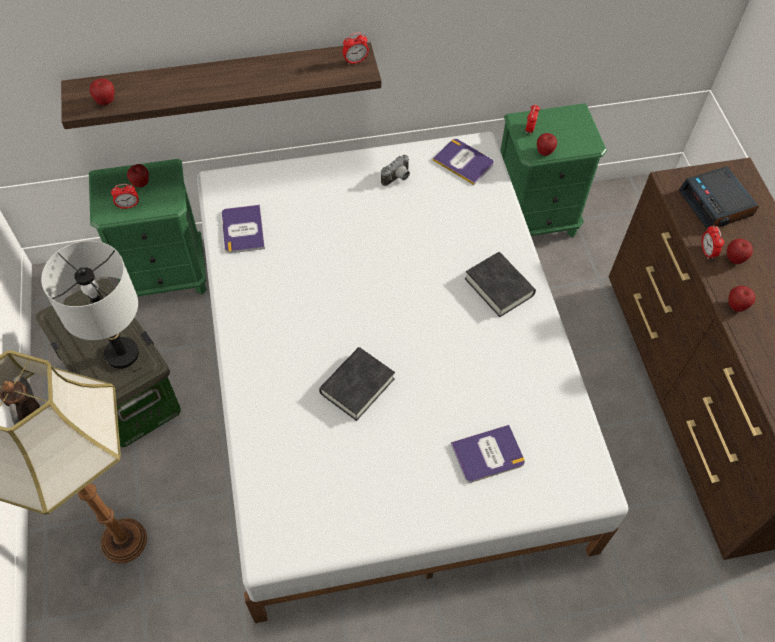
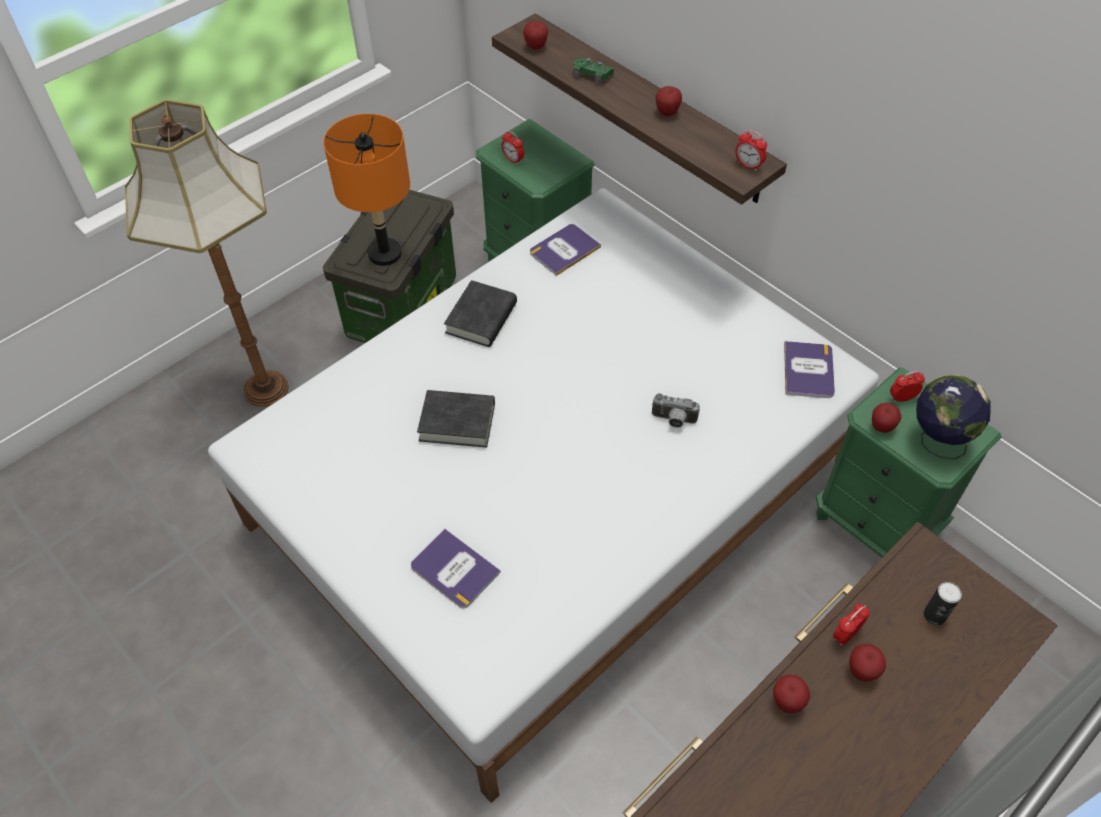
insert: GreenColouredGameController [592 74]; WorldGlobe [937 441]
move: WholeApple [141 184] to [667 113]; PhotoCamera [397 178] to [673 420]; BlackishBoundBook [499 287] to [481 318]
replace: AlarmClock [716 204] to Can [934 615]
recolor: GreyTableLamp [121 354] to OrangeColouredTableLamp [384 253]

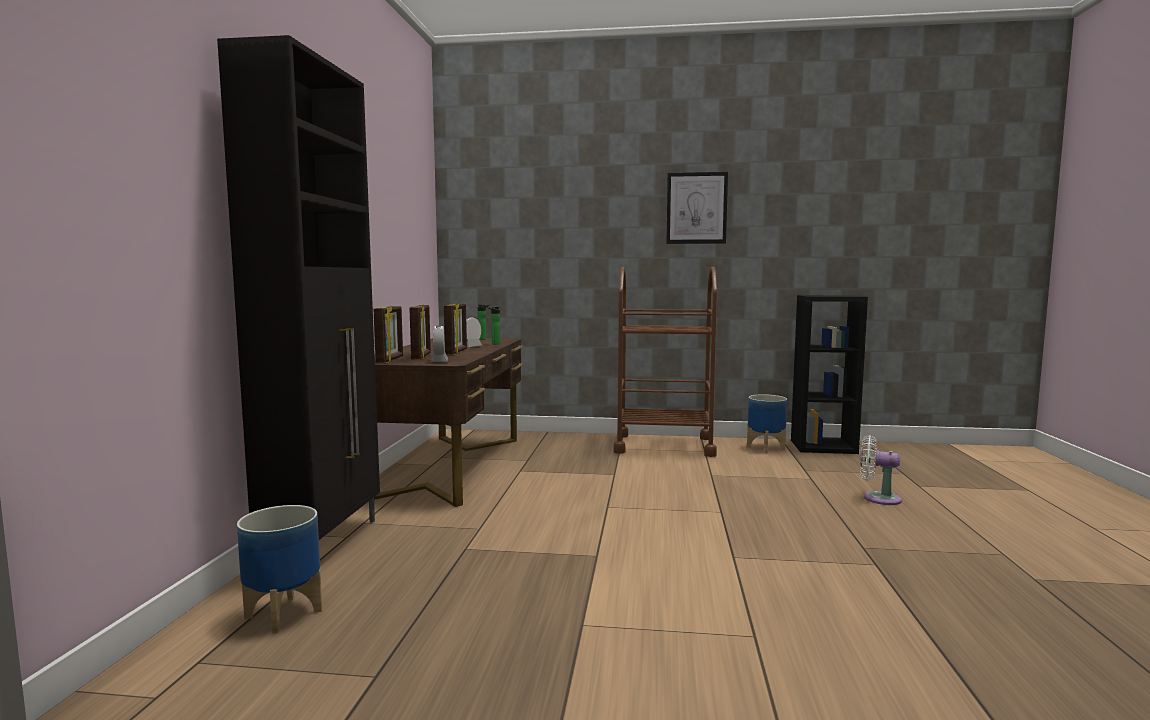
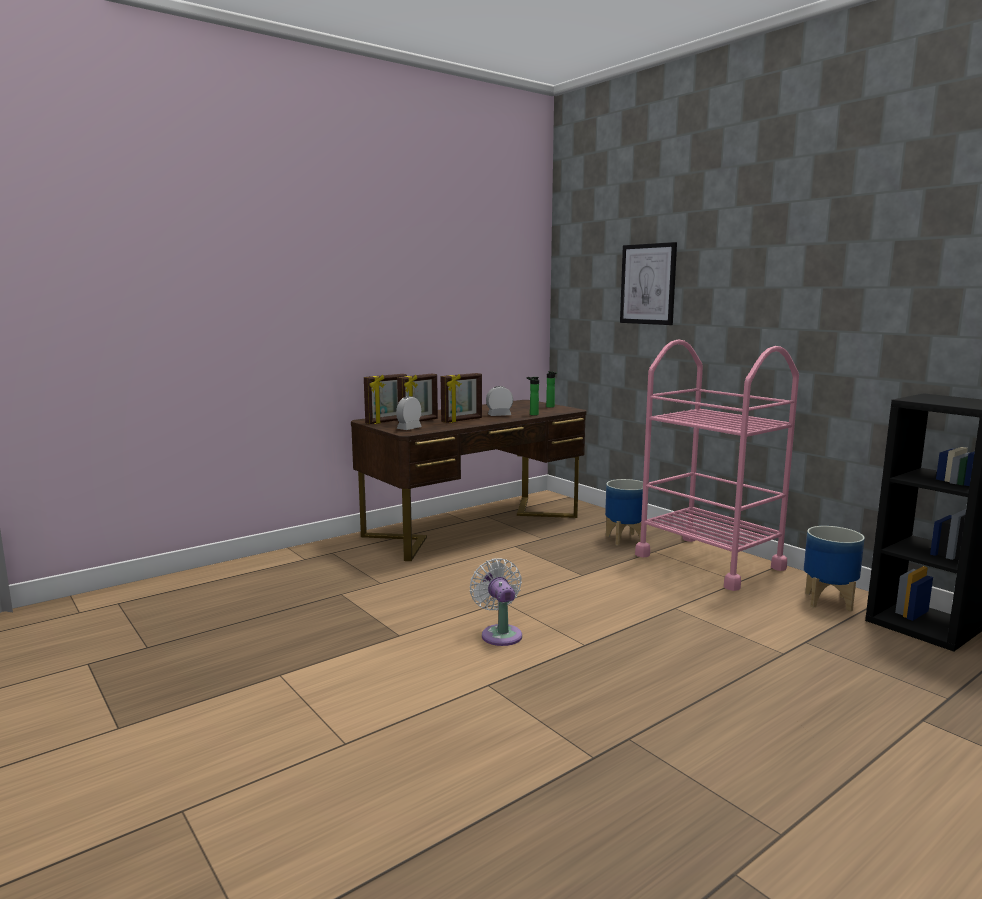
delete: BlackishCabinet [324 542]
move: FlowerPot [284 613] to [625 539]; WallPicture [696 208] to [648 284]; WhiteElectricFan [877 498] to [500 633]
recolor: BrownColouredWheeledCart [664 445] to PinkColouredWheeledCart [709 561]

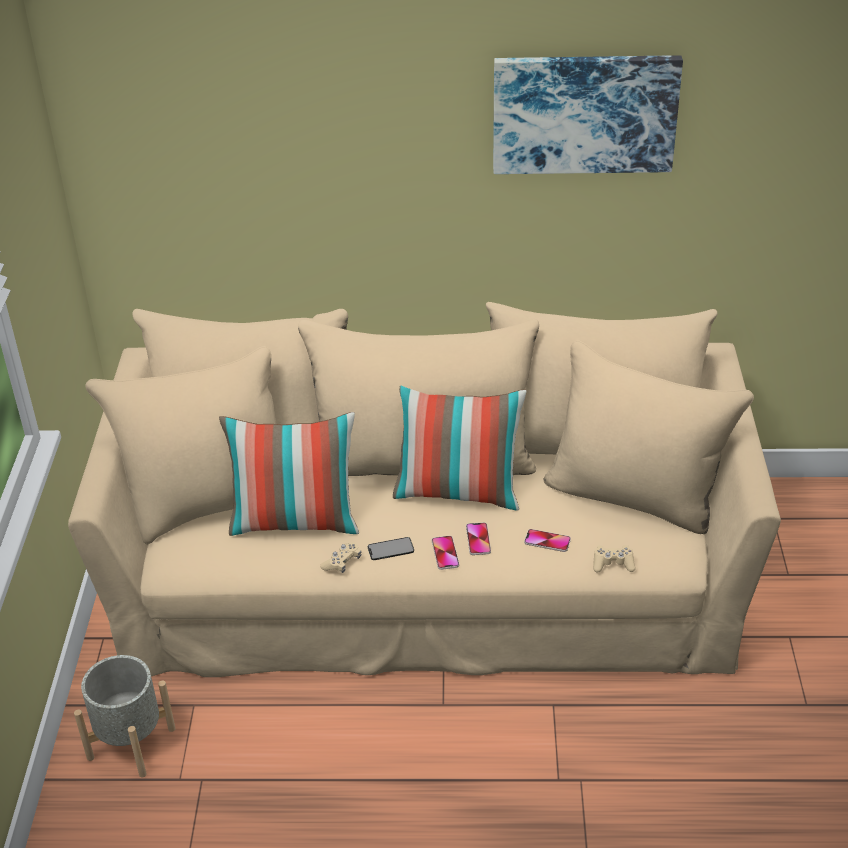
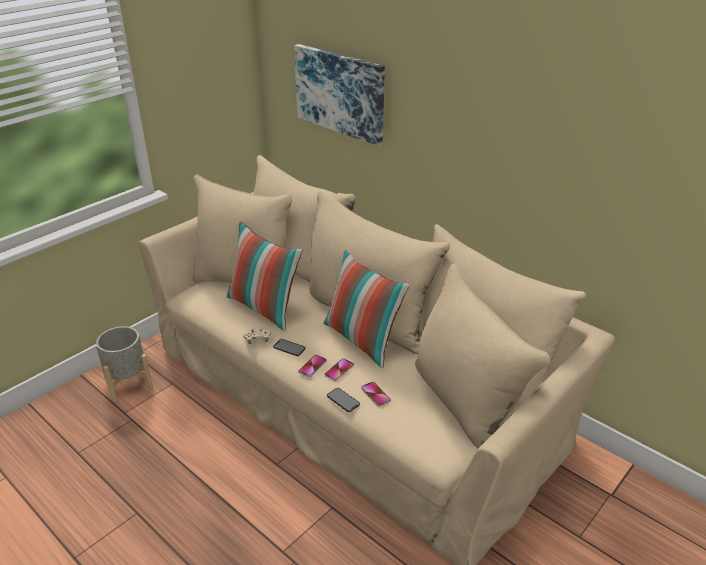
delete: BeigeColouredGameController [613 564]
insert: Handset [343 400]
move: WallPicture [584 113] to [340 92]

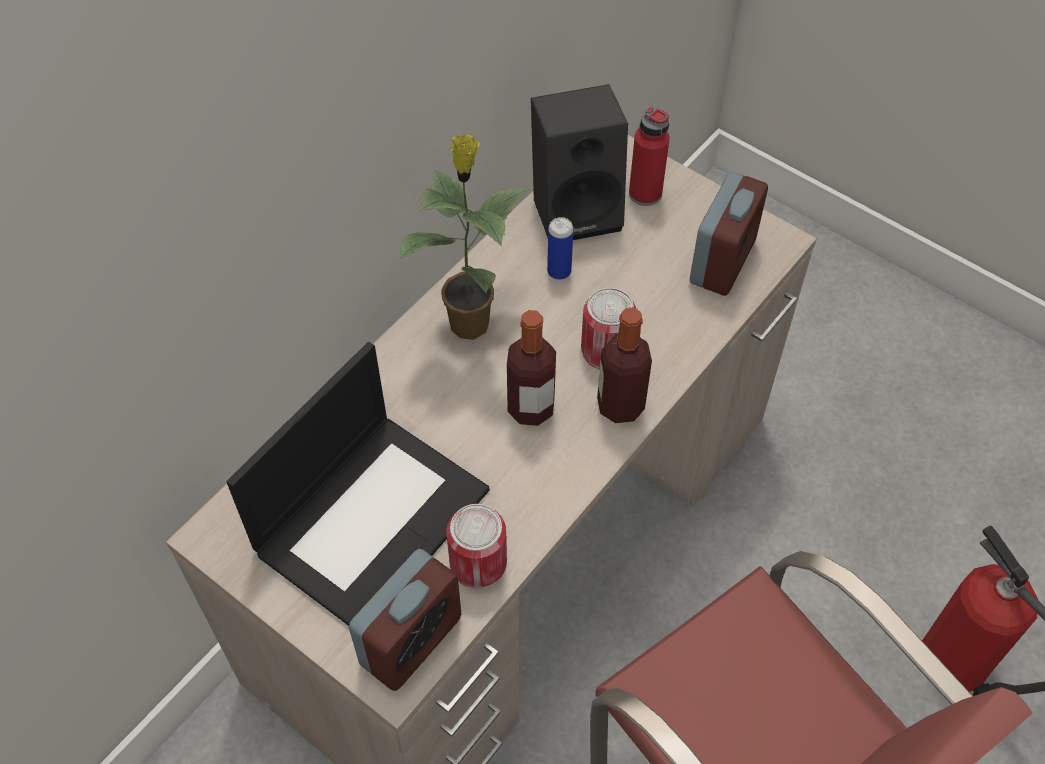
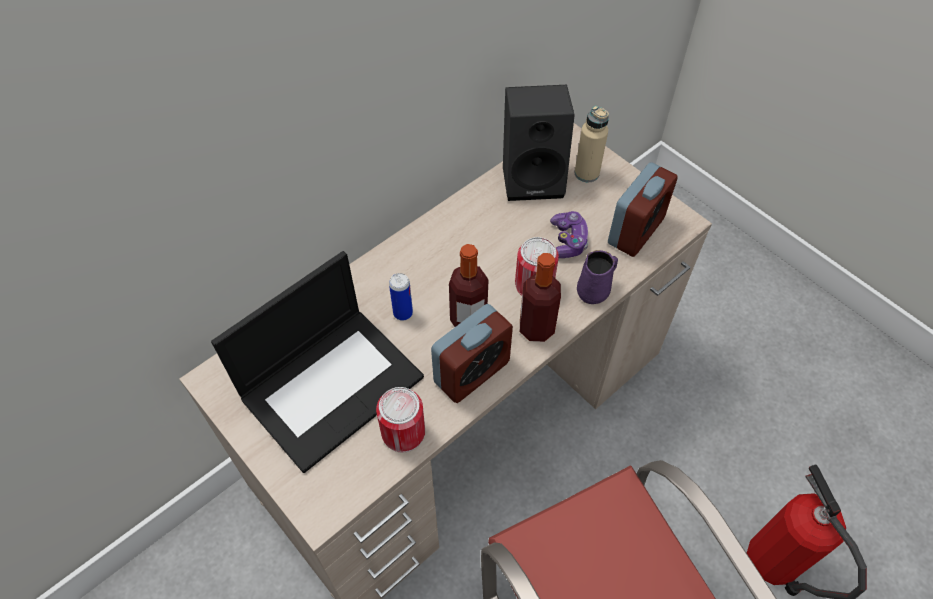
delete: PlantInAPot [470 321]
insert: GameController [568 241]; PurplishCoffeeMug [594 291]
move: AlarmClock [411 641] to [471 372]; Can [559 271] to [403 313]
recolor: ReddishBeverageBottle [645 193] to BeigeColouredBeverageBottle [586 173]

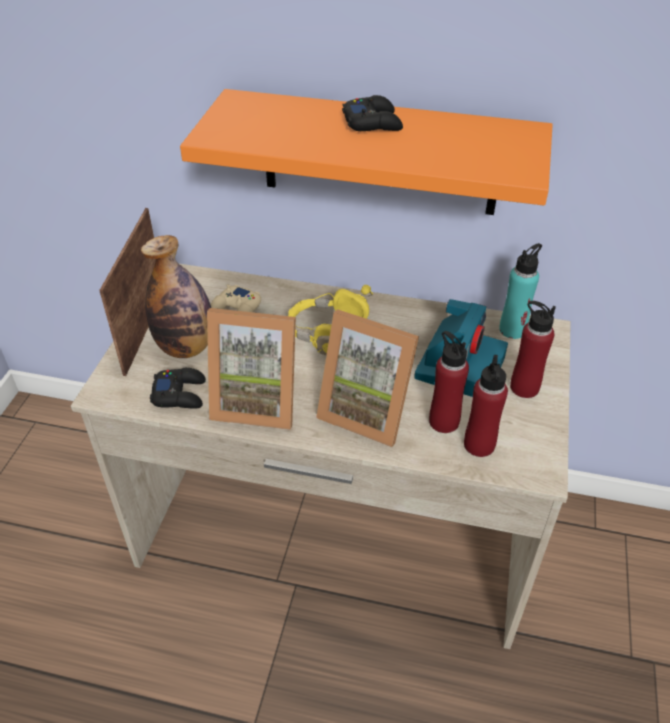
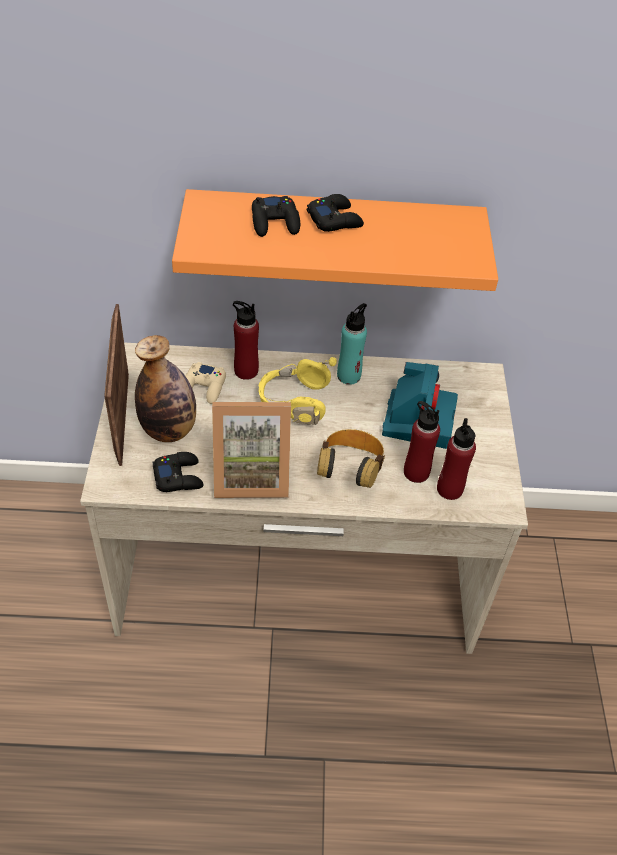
insert: BlackishGameController [275 222]
move: BlueGreenBeverageBottle [512 330] to [349 375]; ReddishBeverageBottle [524 387] to [246 371]
replace: PhotoFrame [368 410] to Headset [349 470]

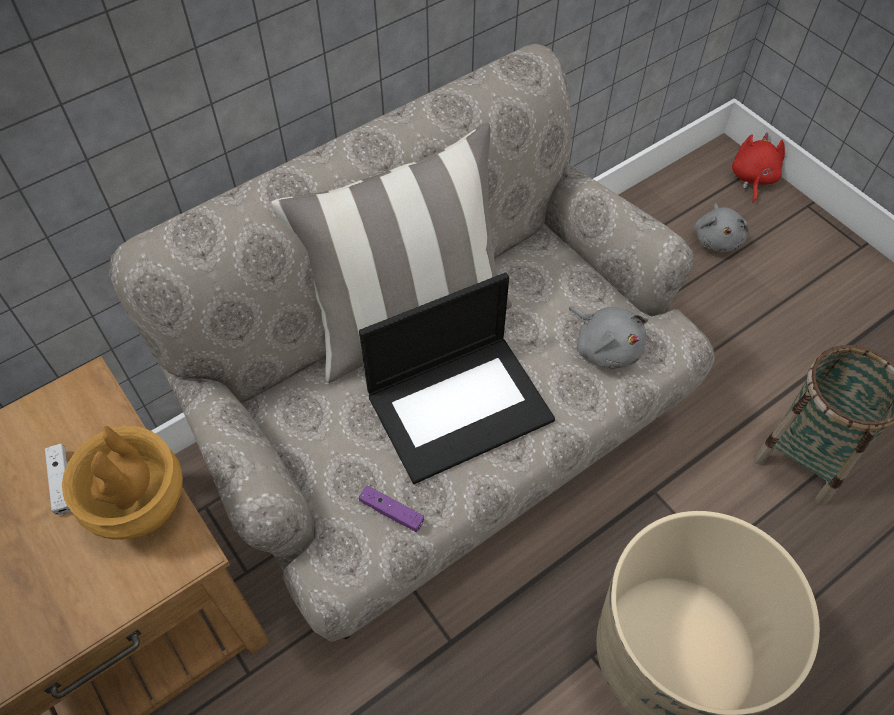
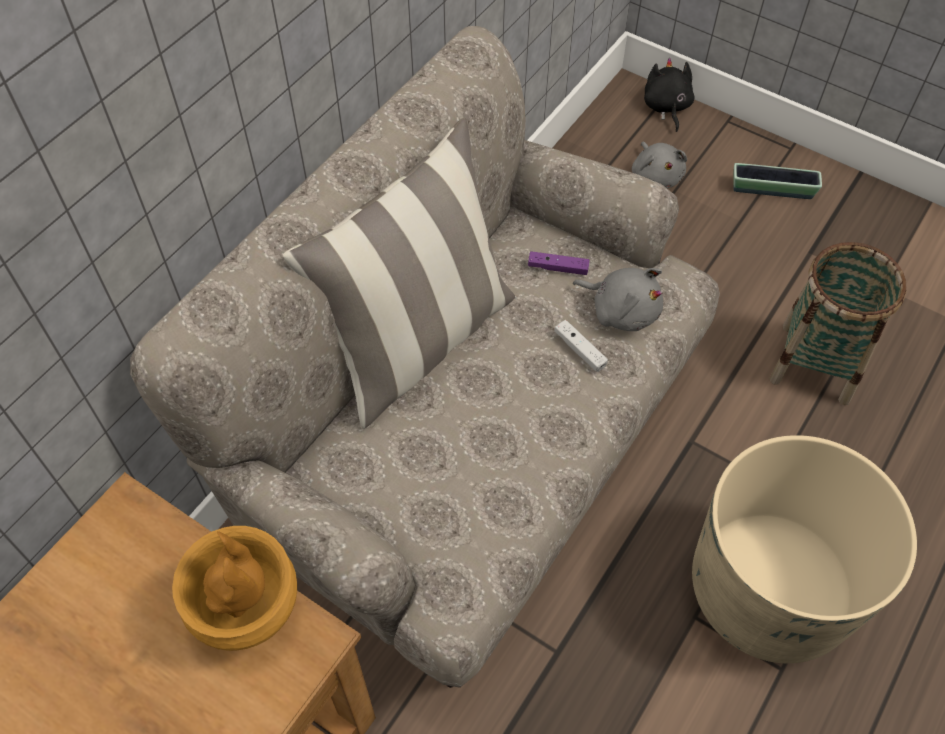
delete: PortableComputer [460 405]
insert: FlowerPot [772 190]
move: WhiteGameController [62 482] to [580 350]; PurplishGameController [391 512] to [558 268]
recolor: ReddishCuddlyToy [752 178] to BlackishCuddlyToy [666 107]

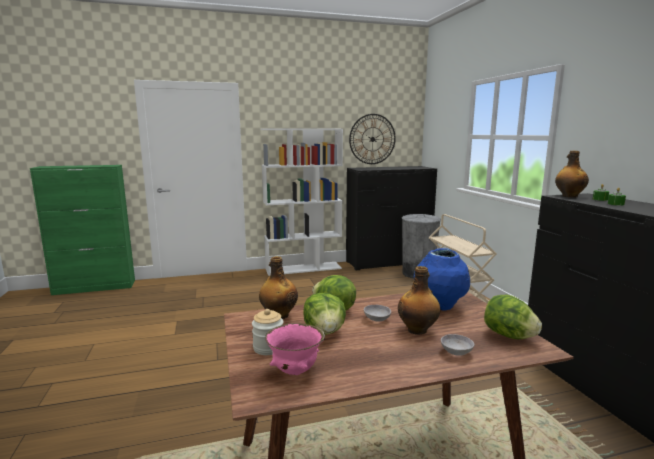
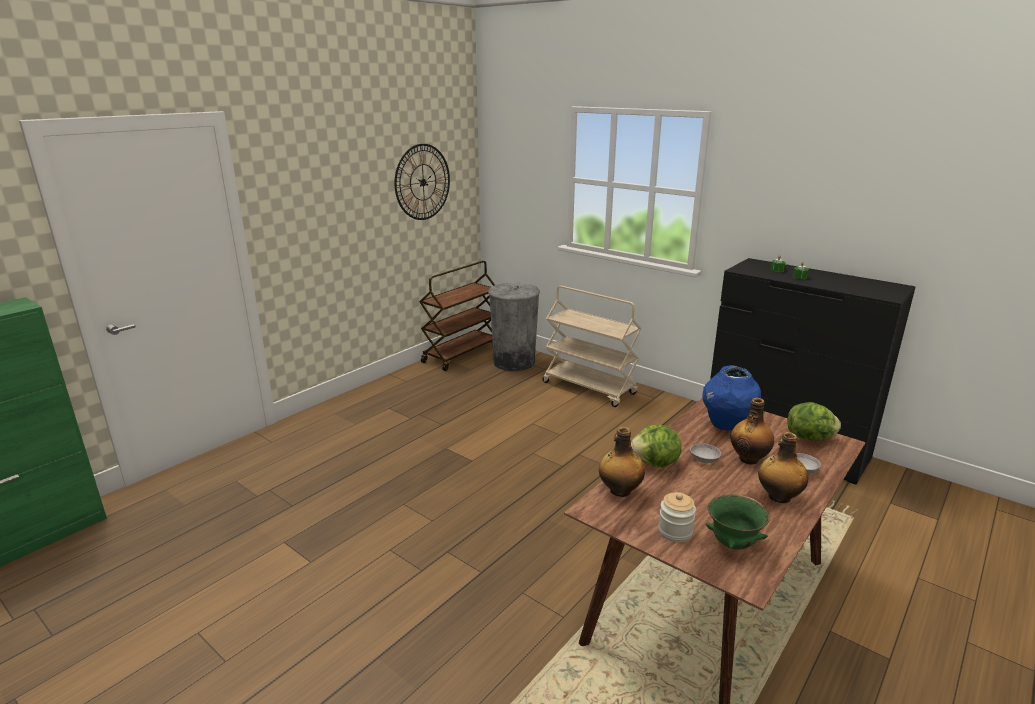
delete: WhiteBookcase [303 268]; Lettuce [325 332]
move: BeverageBottle [569 196] to [778 497]
replace: BlackishDresser [388 262] to BrownColouredWheeledCart [461 354]
recolor: PinkColouredBowl [295 371] to GreenColouredBowl [733 544]

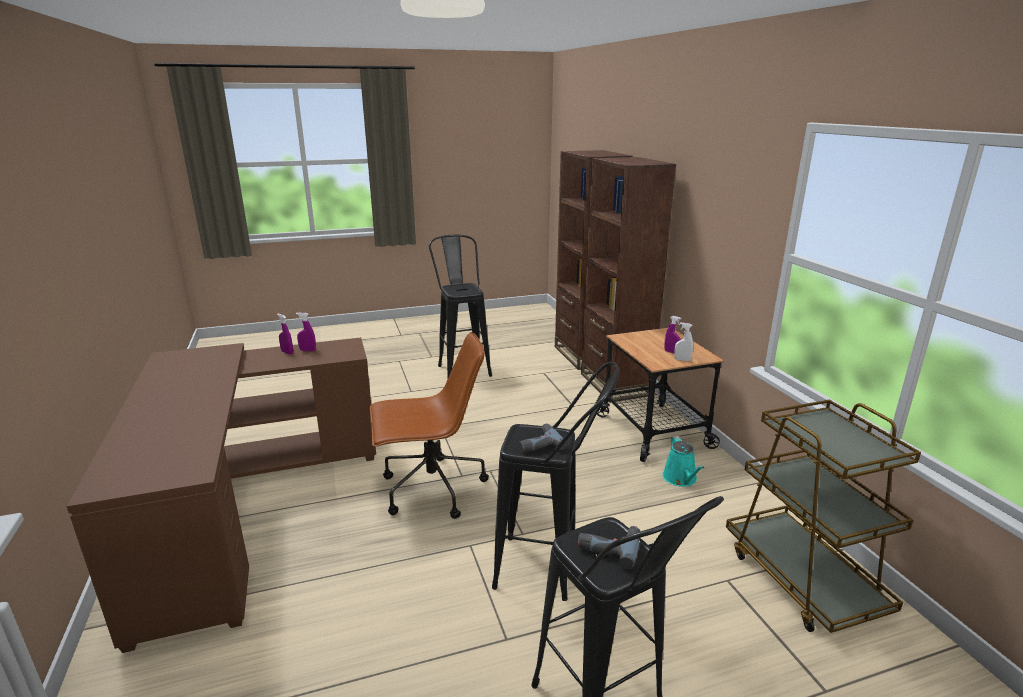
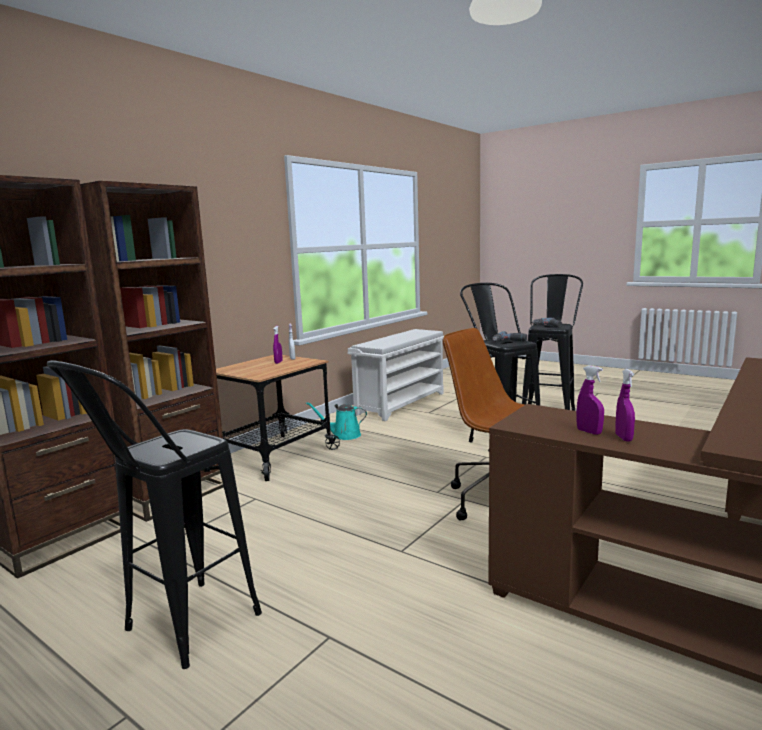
replace: BrownColouredWheeledCart [802 579] to WhiteShoeStand [401 403]
rotate: BlueGreenWateringCan [681 479] = [343 435] 135 degrees counterclockwise

